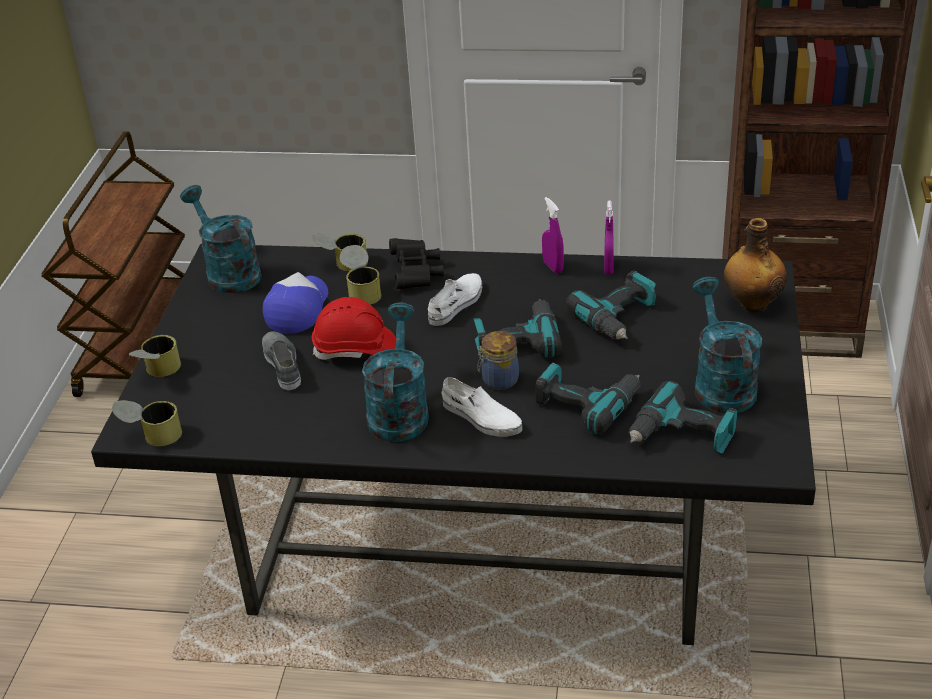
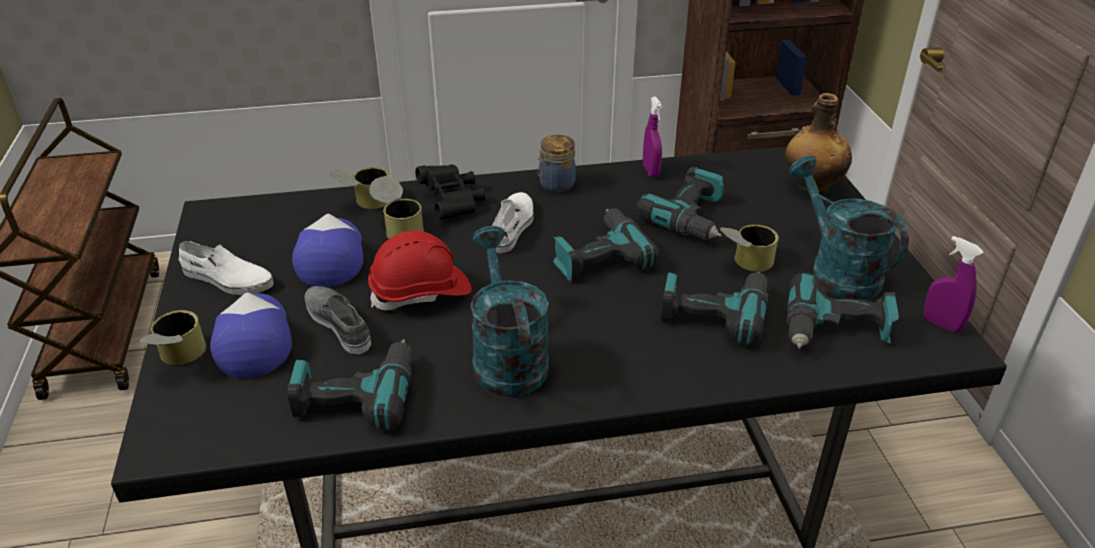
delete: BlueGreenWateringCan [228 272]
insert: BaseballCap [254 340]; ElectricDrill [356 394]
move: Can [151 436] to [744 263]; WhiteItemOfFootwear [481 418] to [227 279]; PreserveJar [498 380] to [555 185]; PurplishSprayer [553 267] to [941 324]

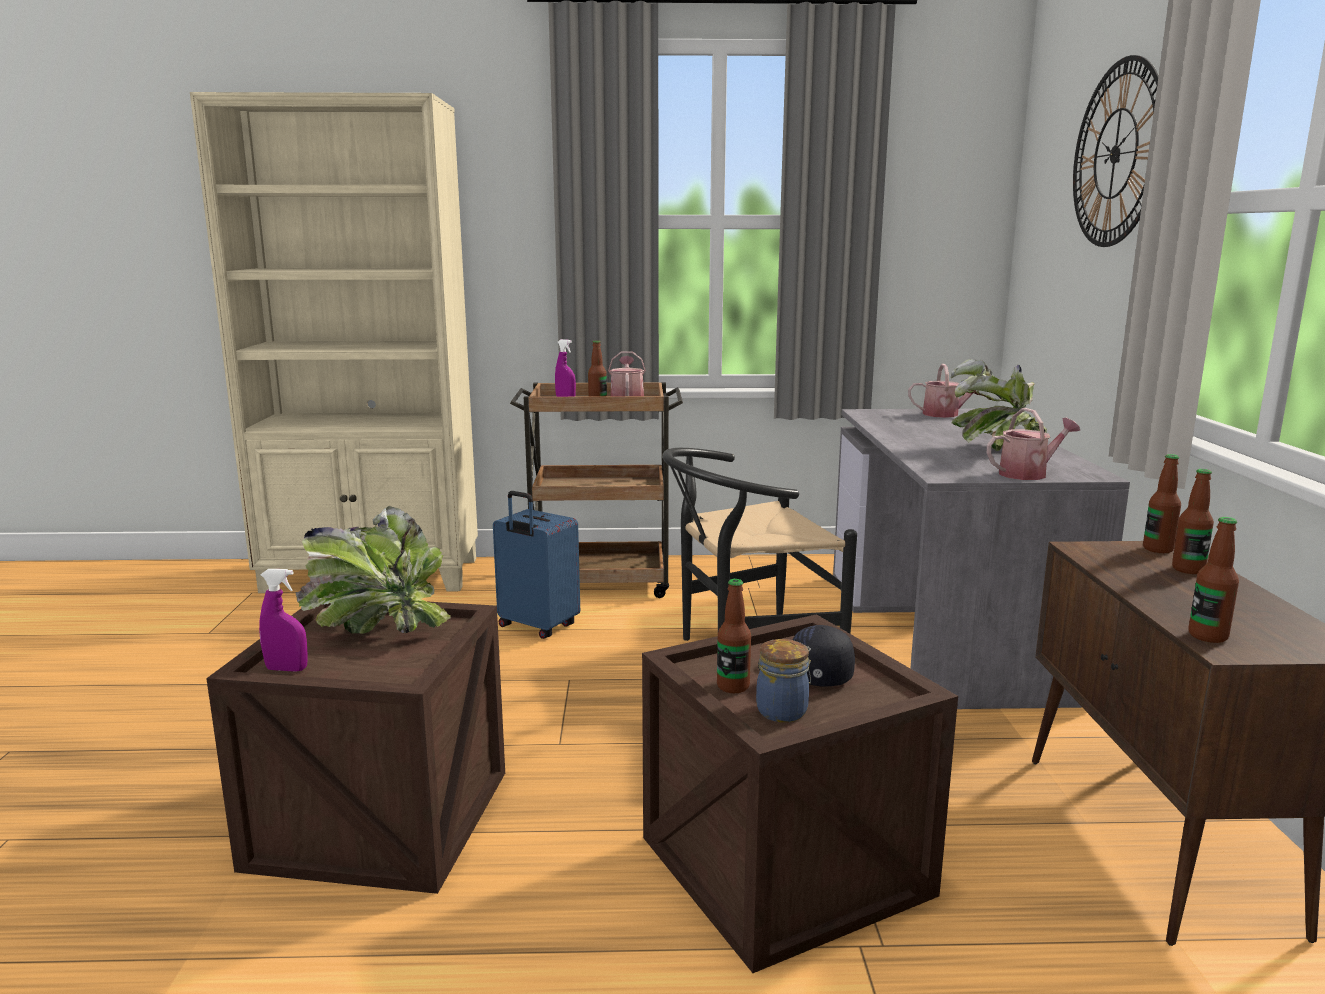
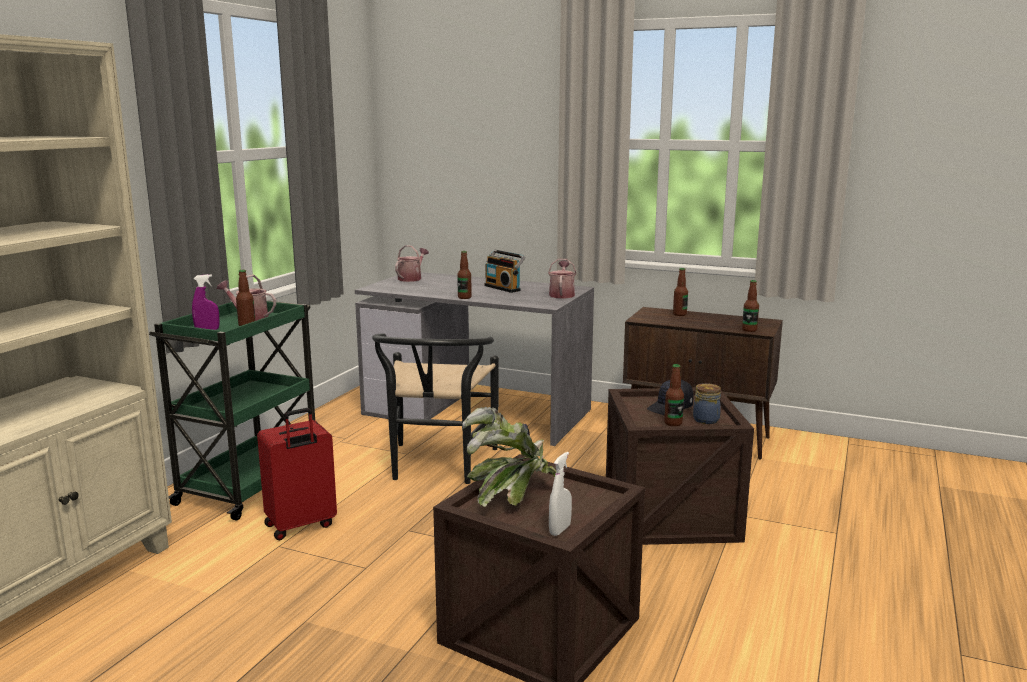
delete: ClockOnTheWall [1116 154]
move: BeverageBottle [1158 549] to [464 297]
replace: PlantInAPot [994 448] to RadioReceiver [504 288]
recolor: PurplishSprayer [287 669] to WhiteSprayer [560 530]; BlueColouredPieceOfLuggage [536 627] to ReddishPieceOfLuggage [300 526]; BrownColouredWheeledCart [602 582] to GreenColouredWheeledCart [250 485]

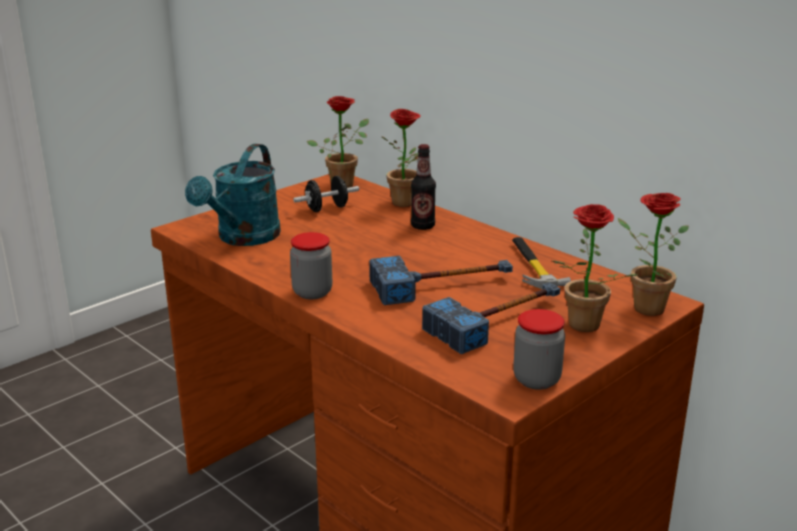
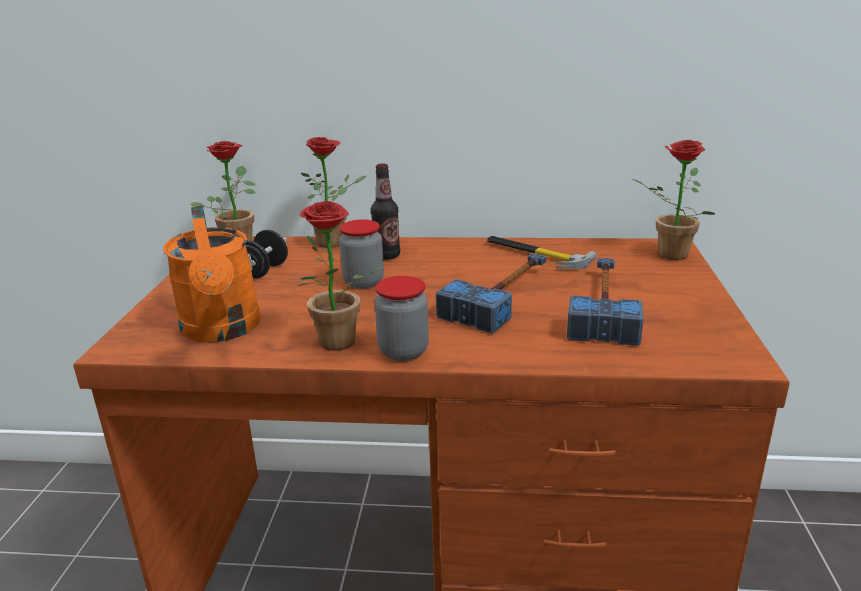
move: PreserveJar [536 380] to [363 282]; PlantInAPot [581 327] to [337 346]
recolor: BlueGreenWateringCan [243 238] to OrangeColouredWateringCan [223 330]

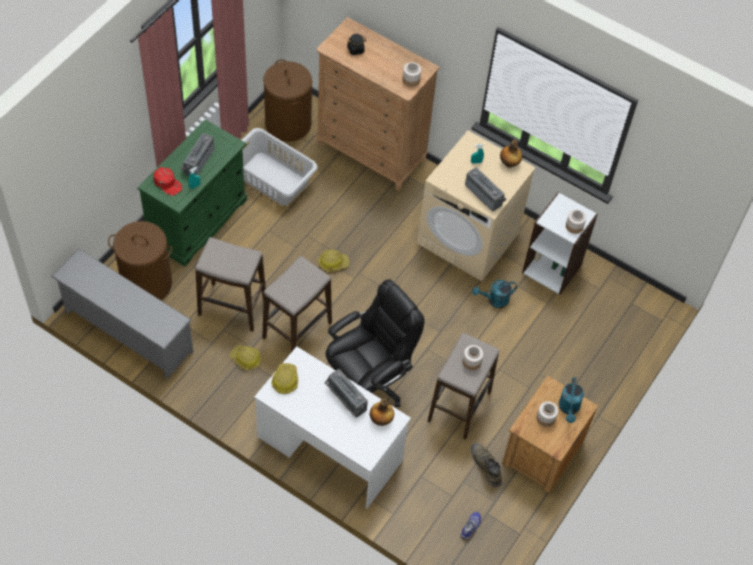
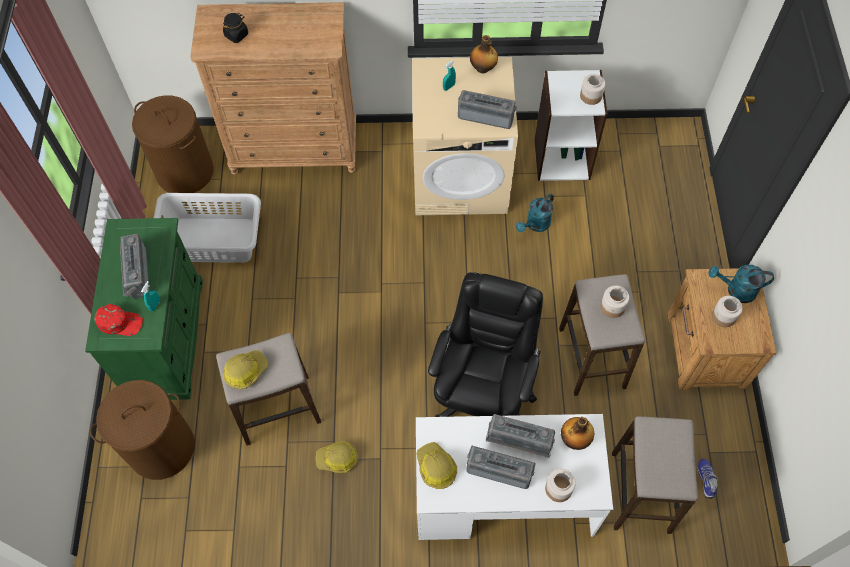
delete: GreyShoeStand [127 332]; GreenColouredBoot [486 465]
insert: RadioReceiver [500 468]
move: Stool [297 330] to [640 492]; SafetyHelmet [333 263] to [245 371]; PreserveJar [411 80] to [559 488]
rotate: BlueGreenWateringCan [569 408] = [736 290] 120 degrees clockwise

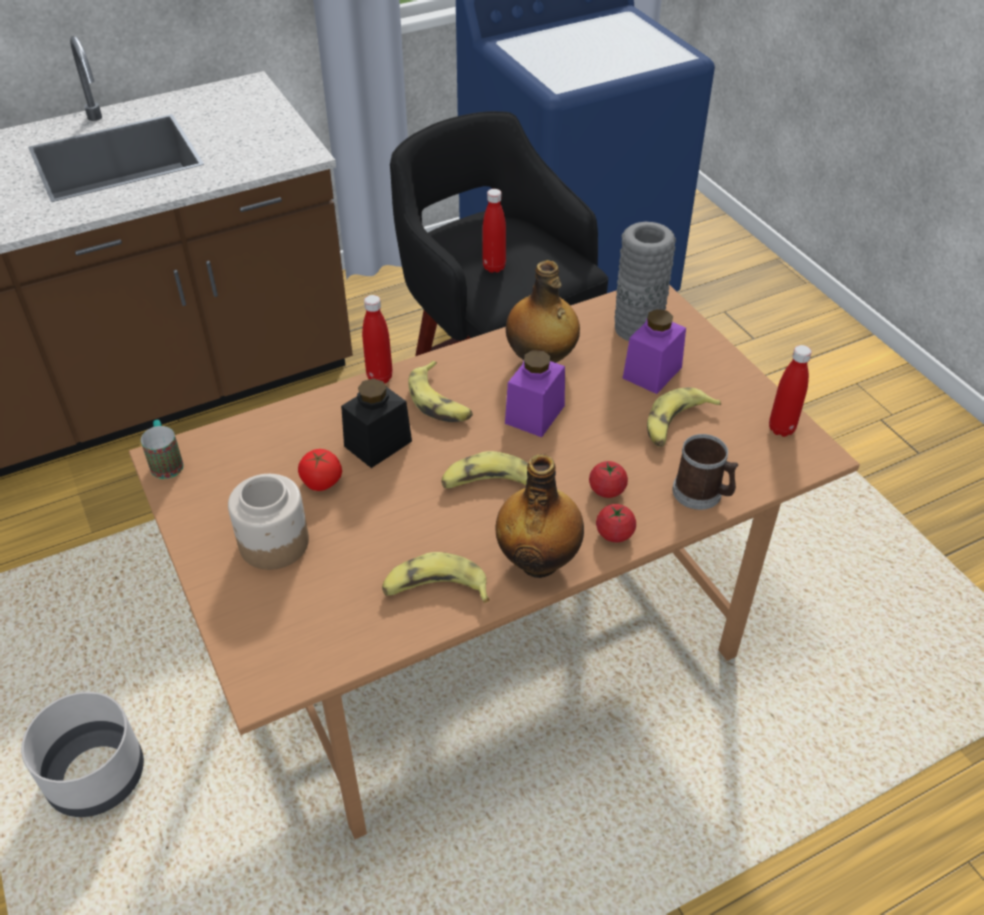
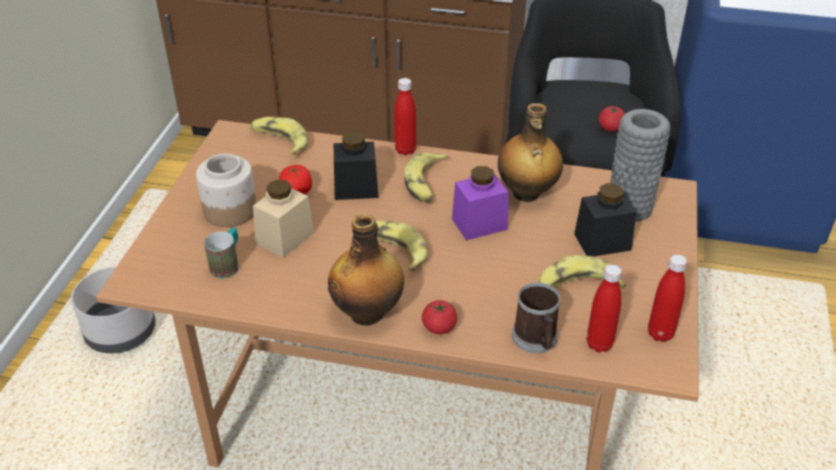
insert: BeigeColouredPreserveJar [285 238]
move: CoffeeMug [166 462] to [228 264]; BananaFruit [435 589] to [280 140]; ReddishBeverageBottle [494 267] to [599 344]; WholeTomato [607 490] to [610 128]
recolor: PurplishPreserveJar [652 372] to BlackishPreserveJar [602 242]

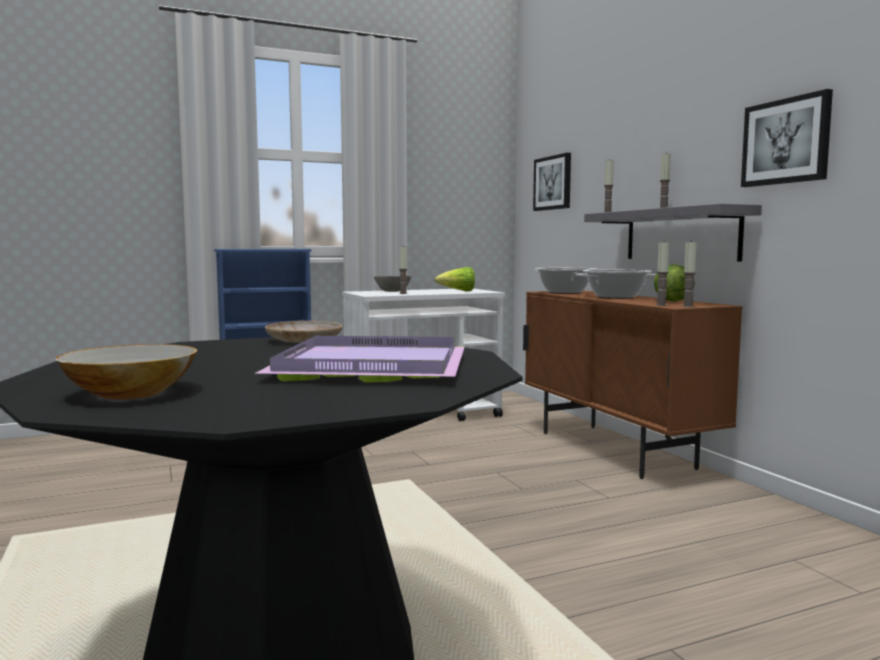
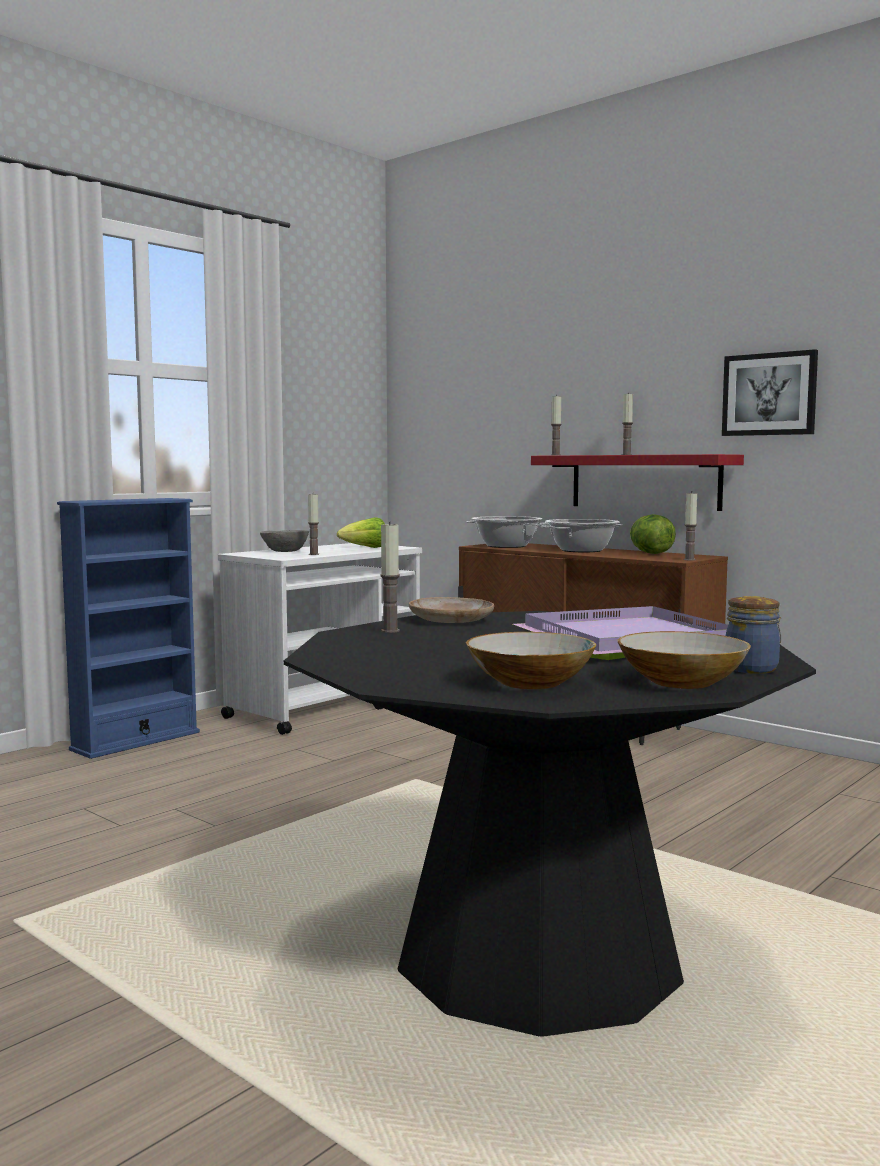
delete: WallPicture [553 183]
insert: Bowl [680 682]; PreserveJar [753 669]
move: WaxCandle [661 305] to [390 631]
recolor: GreyBracketShelf [680 235] to ReddishBracketShelf [644 481]

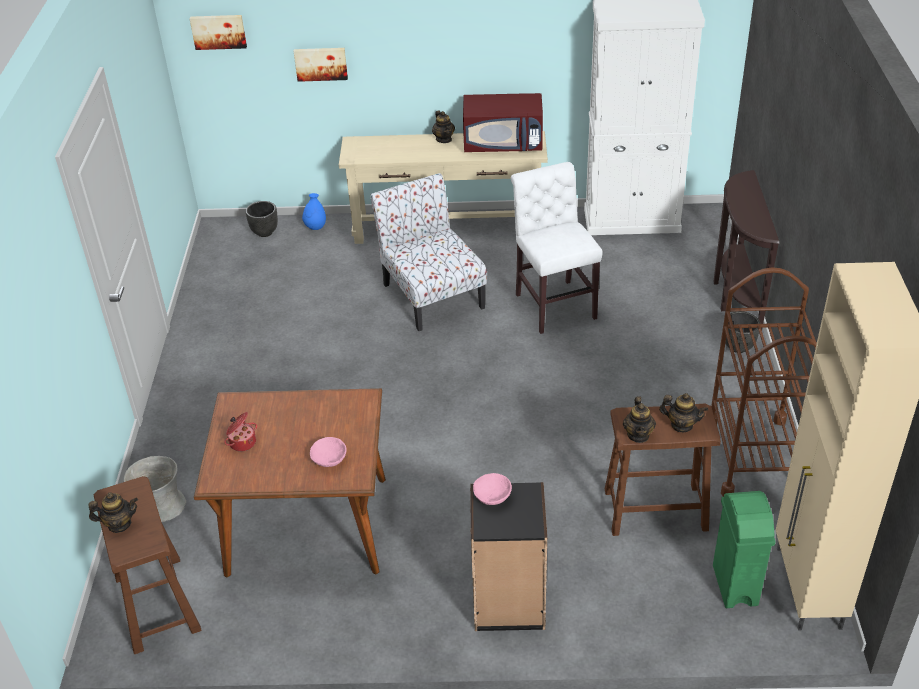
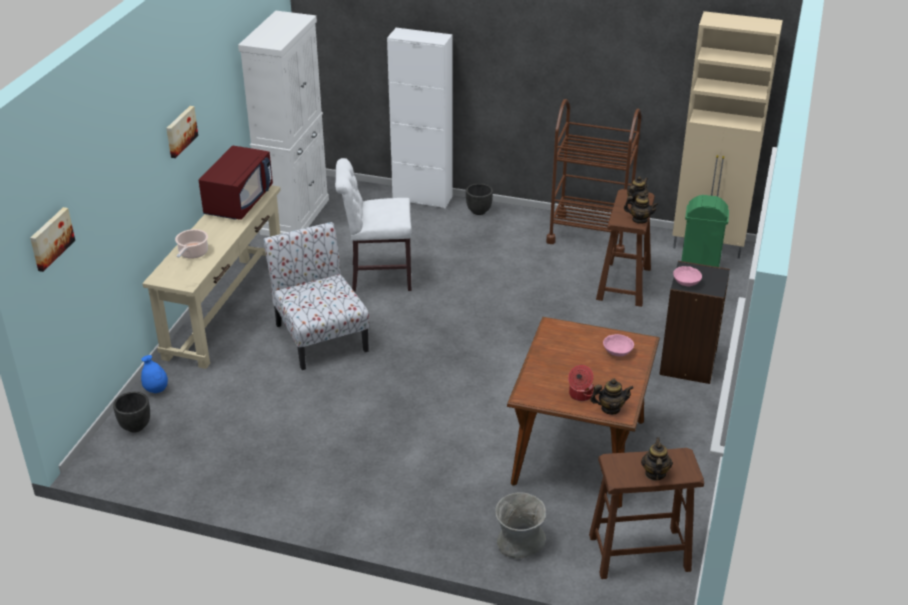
insert: CookingPot [192 253]
move: WallPicture [321 63] to [180 131]; PotForTea [444 139] to [610 409]
replace: BrownColouredConsoleTable [734 296] to WhiteCabinet [422 198]
rotate: UprightChair [431 294] = [320 336] 75 degrees clockwise

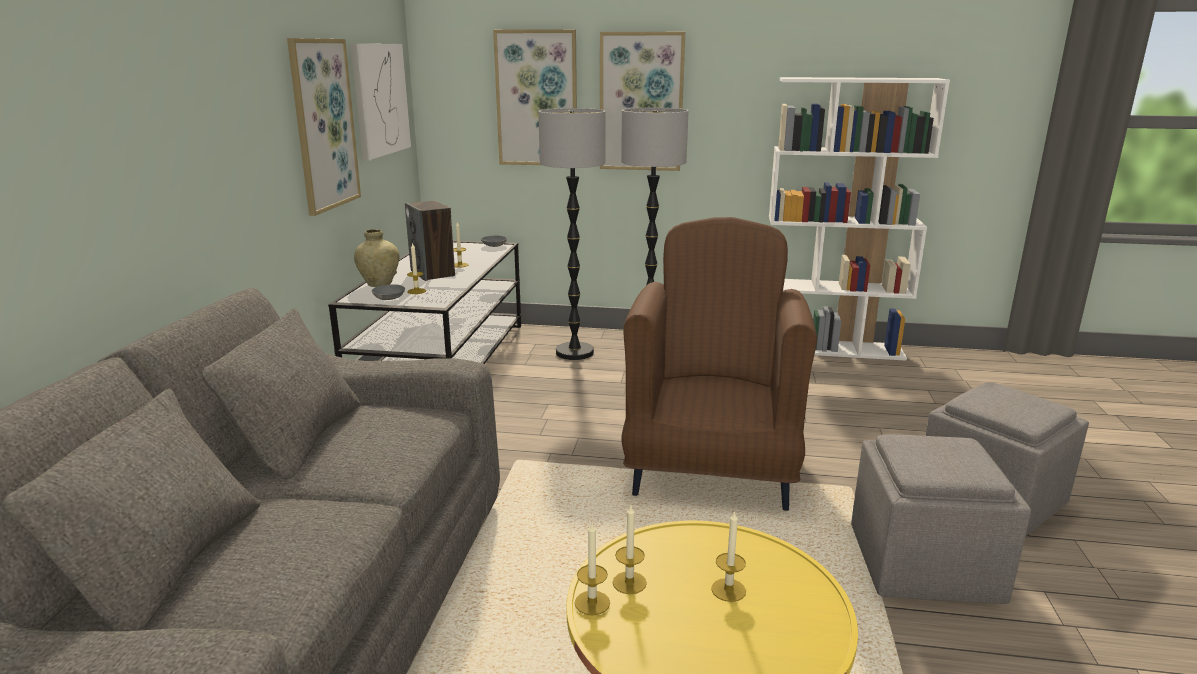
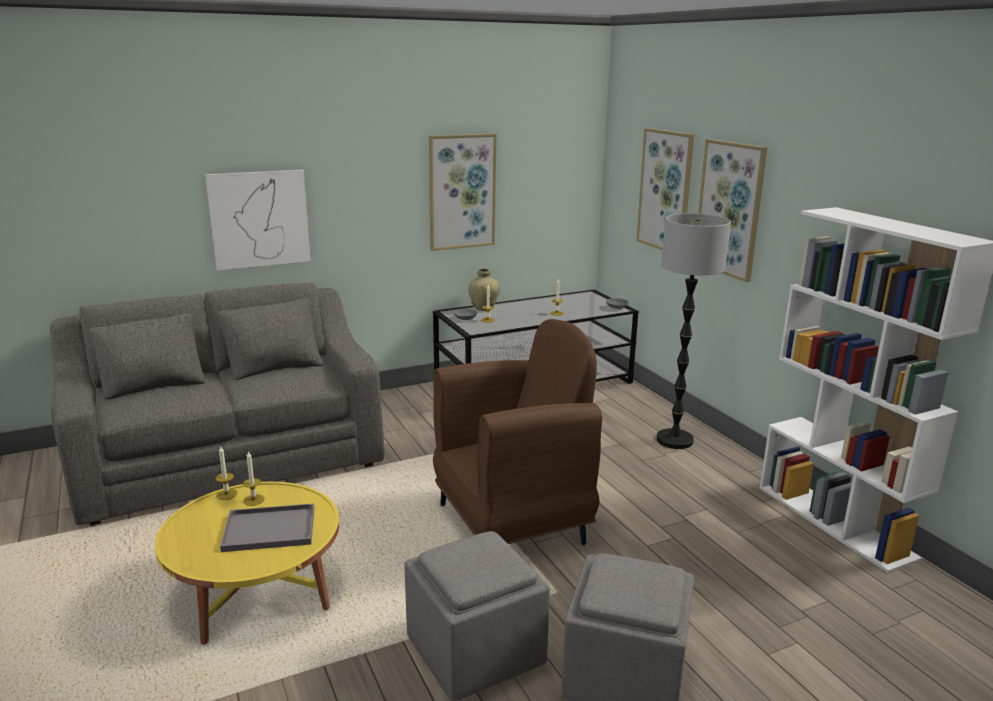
delete: AudioSpeaker [433 273]; FloorLamp [575 352]
move: WallPicture [380 99] to [259 219]
replace: WaxCandle [728 590] to GreyServingTray [267 530]

